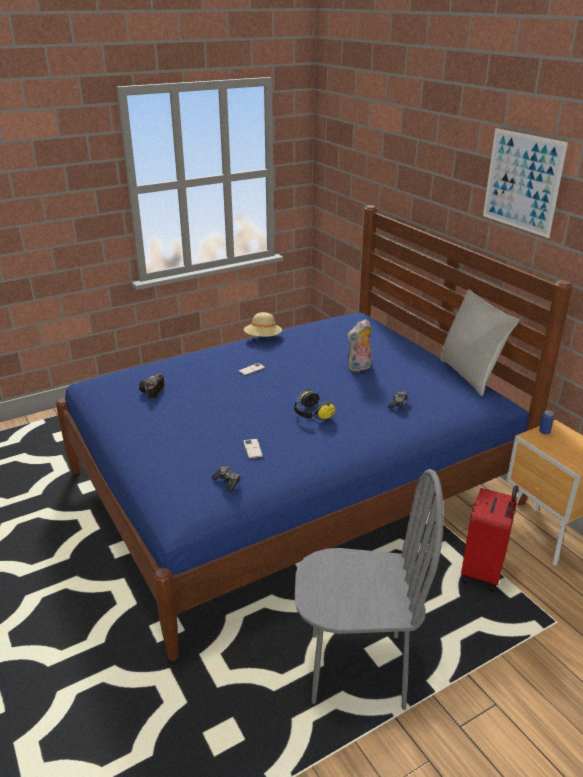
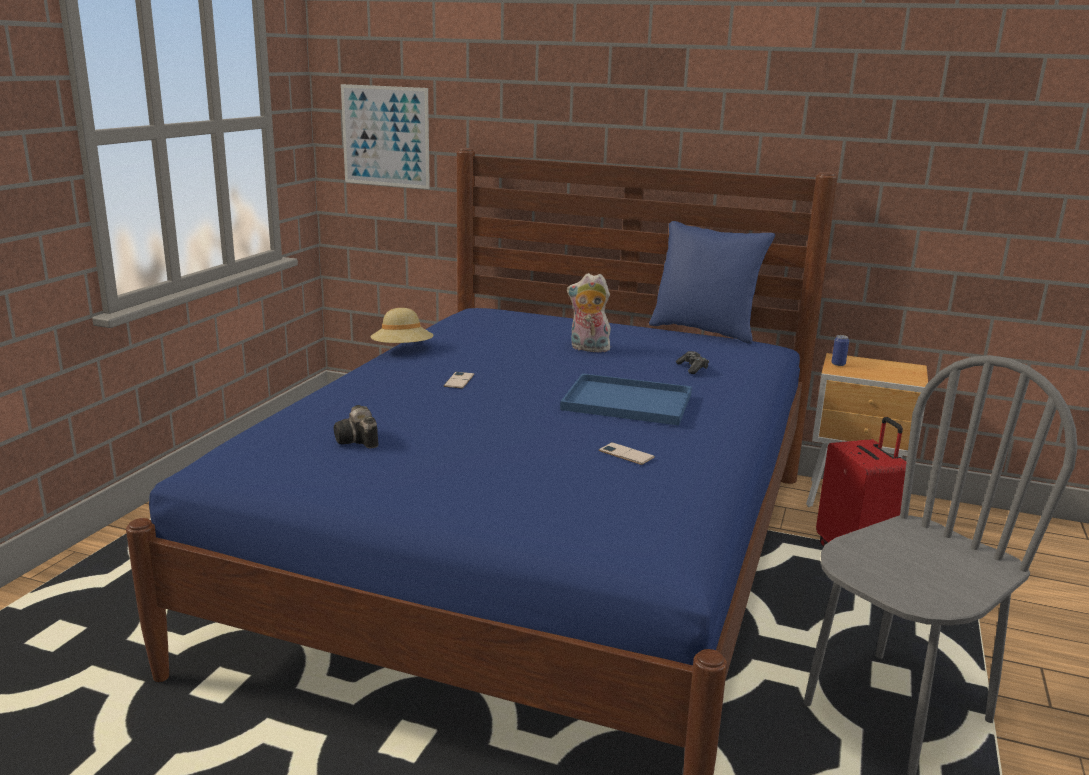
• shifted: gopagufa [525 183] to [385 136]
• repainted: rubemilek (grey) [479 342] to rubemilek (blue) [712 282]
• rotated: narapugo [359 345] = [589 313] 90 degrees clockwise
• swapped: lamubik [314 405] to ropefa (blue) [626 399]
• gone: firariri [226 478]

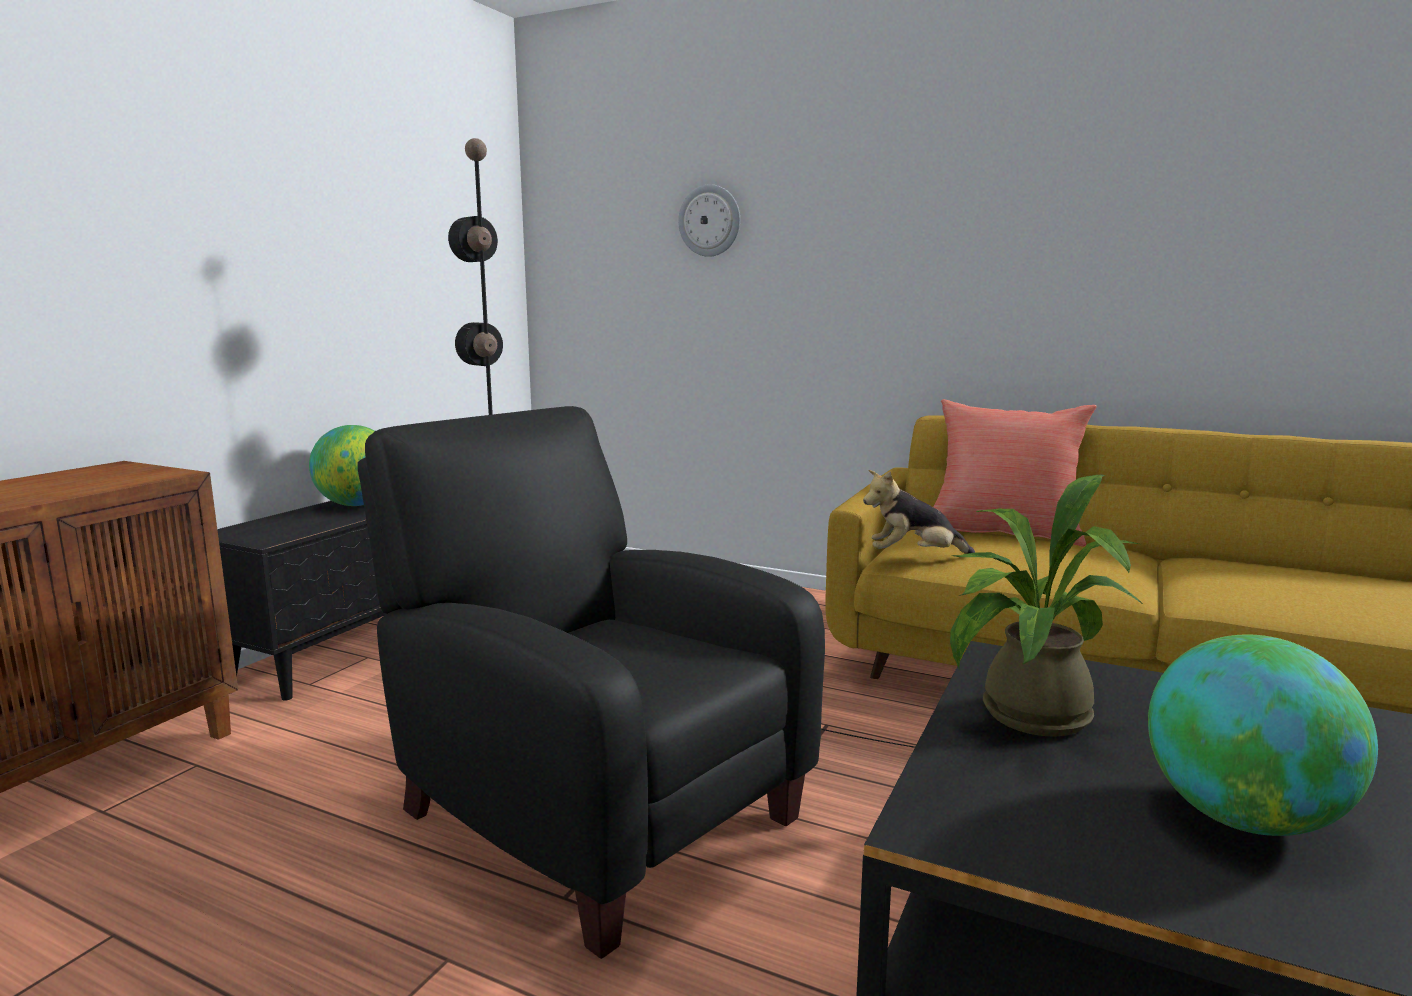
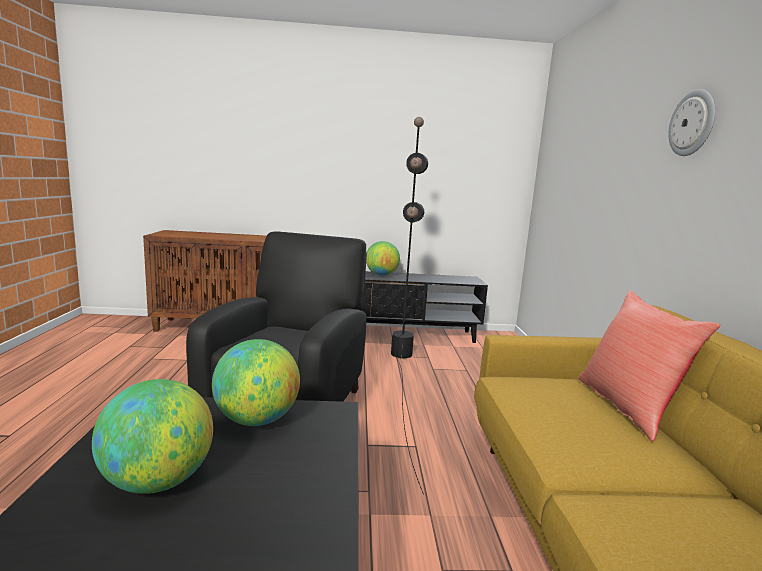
• shifted: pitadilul [709 220] to [691 122]
• gone: narapugo [919 512]
• swapped: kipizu [1046 606] to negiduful [256 382]

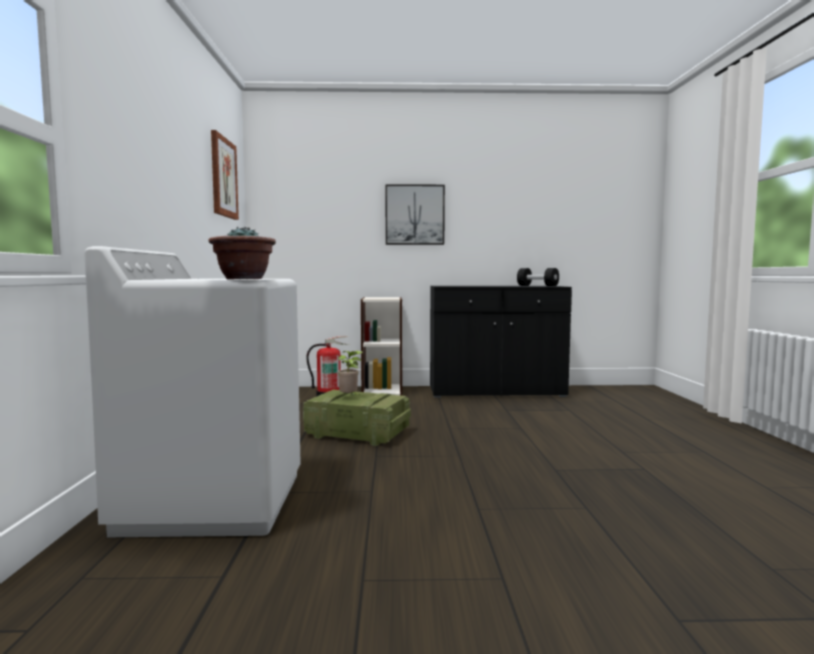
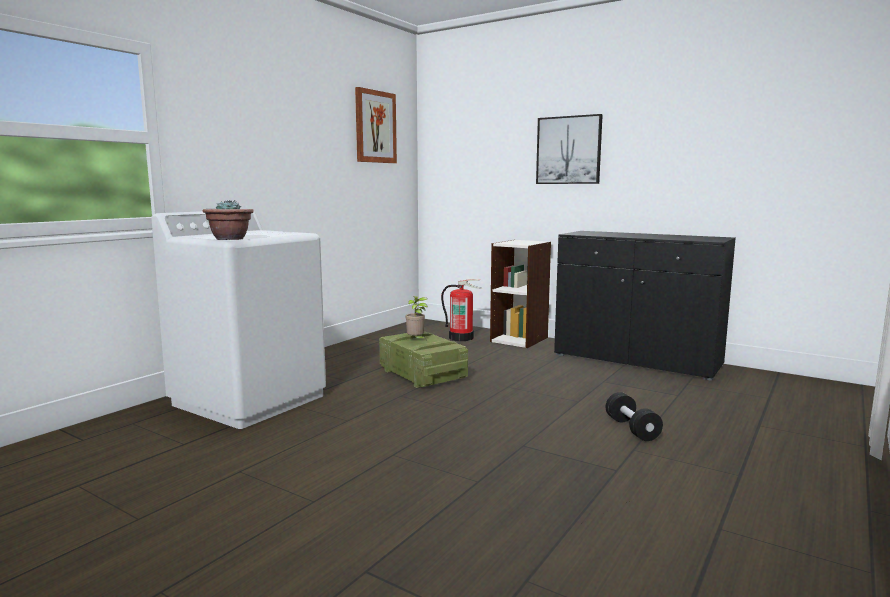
• shifted: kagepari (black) [538 277] to [634 416]

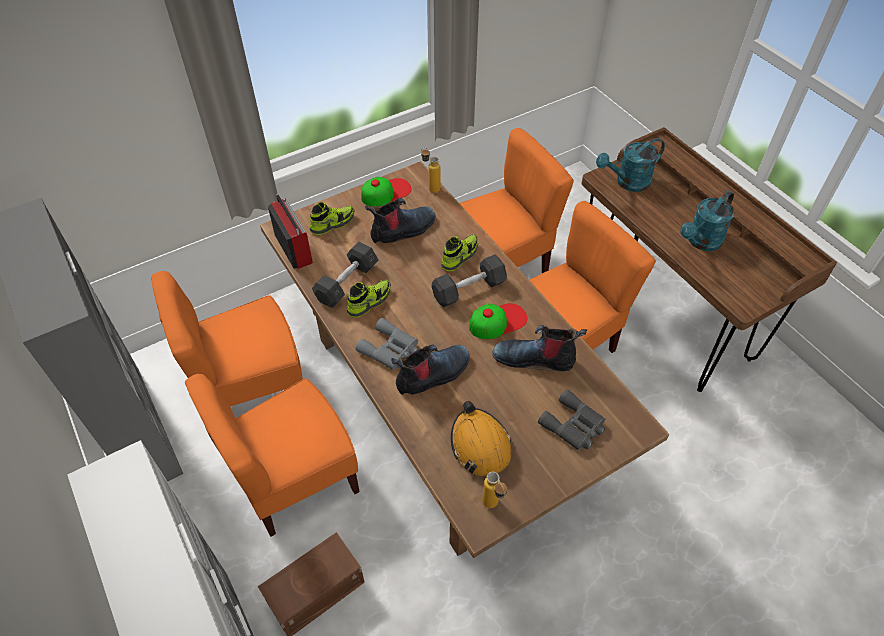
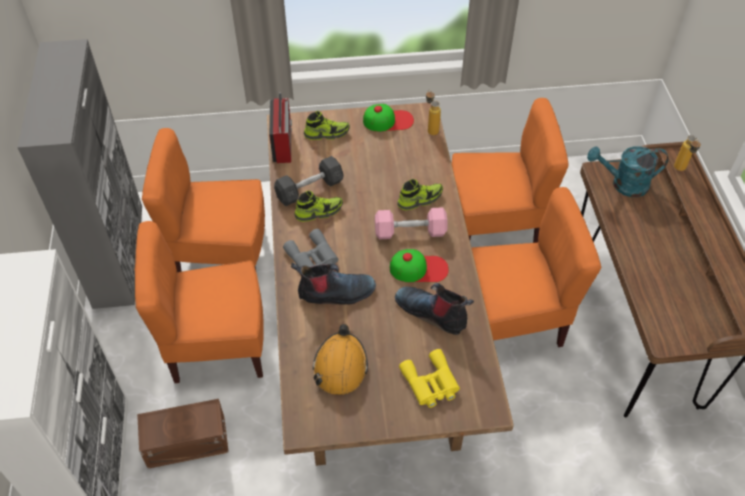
• gone: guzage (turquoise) [707 221]
• gone: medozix [400 221]
• repainted: kagepari (grey) [469 280] to kagepari (pink) [411 223]
• repainted: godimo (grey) [571 419] to godimo (yellow) [429 378]
• shifted: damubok [494 490] to [687 153]

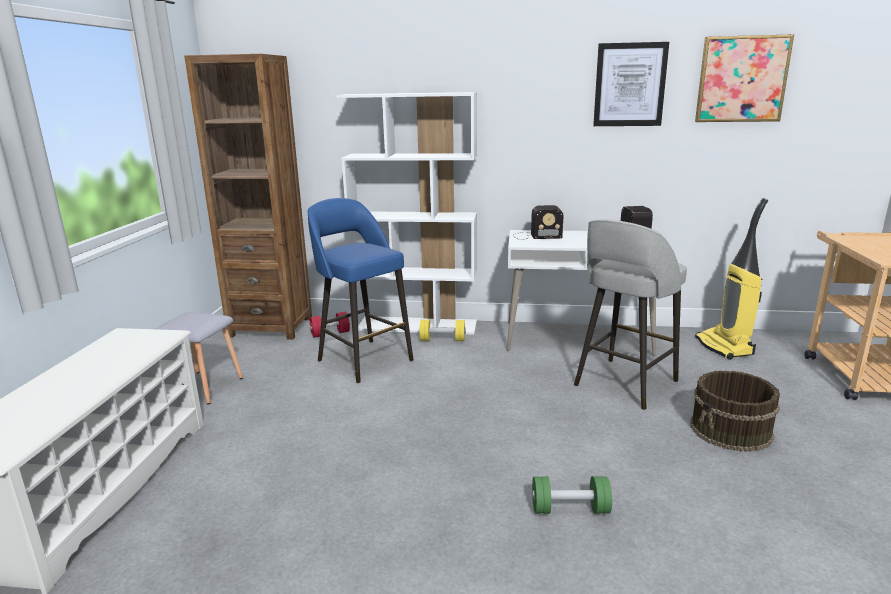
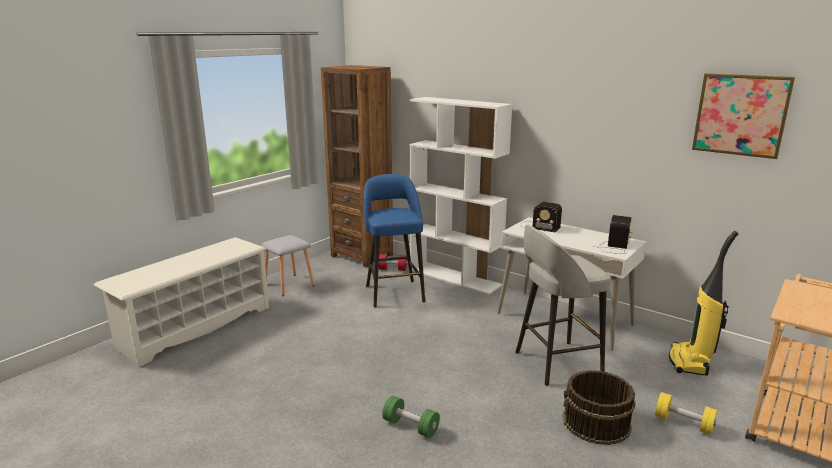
• gone: gopagufa [631 84]
• shifted: kagepari (yellow) [442 330] to [686 413]

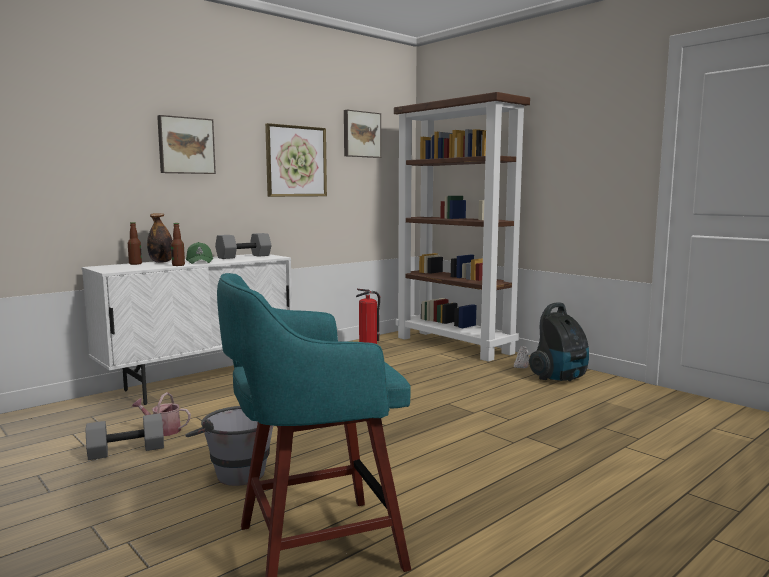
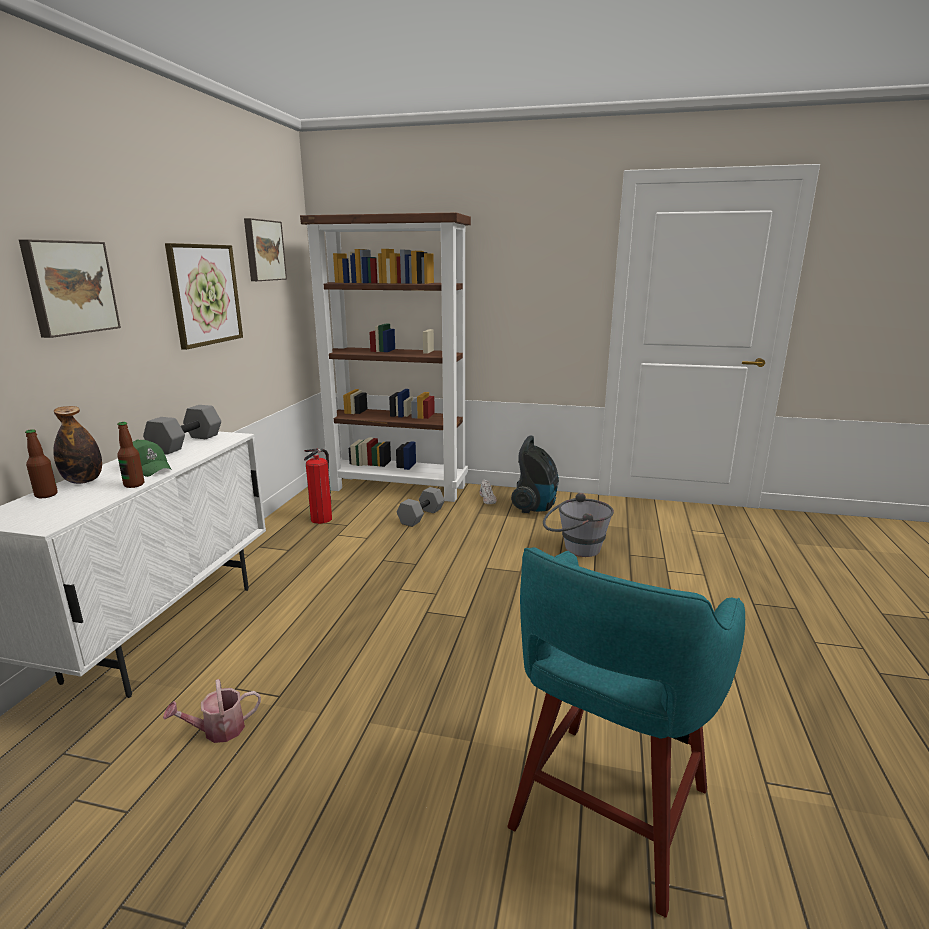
• shifted: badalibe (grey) [229 446] to [578 525]
• shifted: kagepari (grey) [124 436] to [421 507]

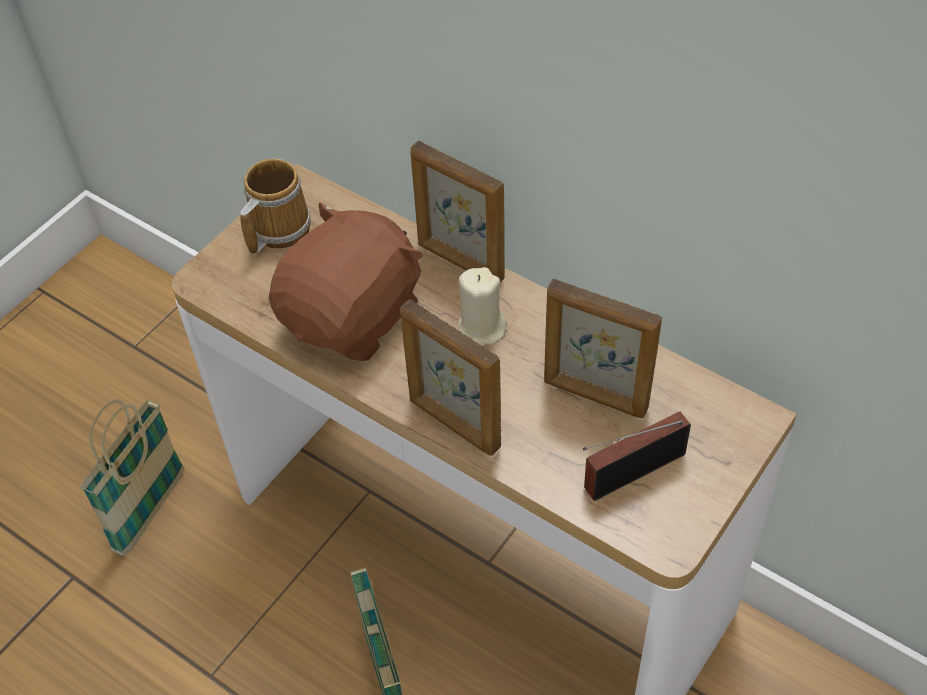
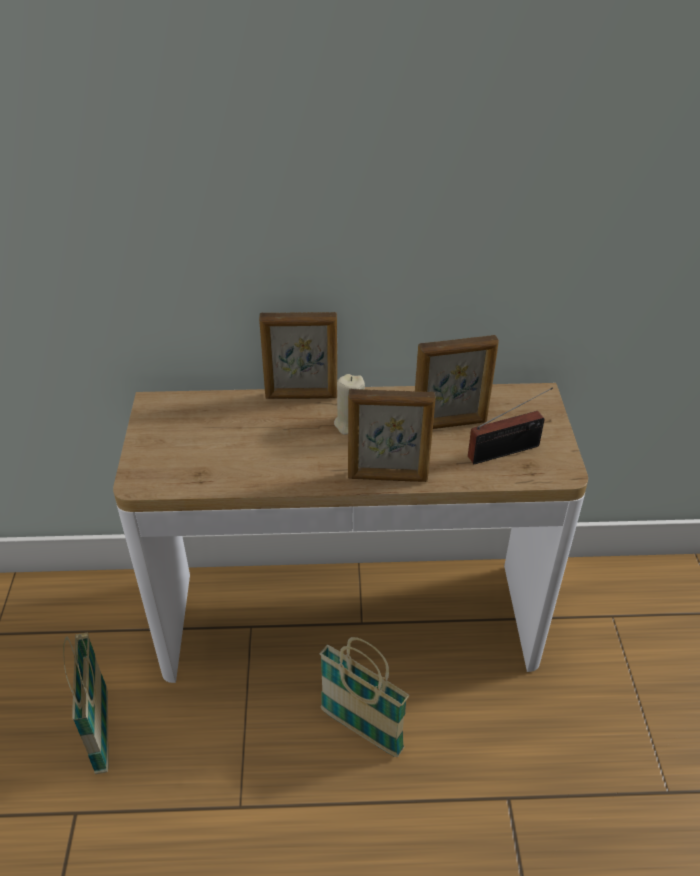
• gone: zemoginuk [275 206]
• gone: narapugo (brown) [346 282]
• rotated: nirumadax [637 456] = [510 425] 135 degrees counterclockwise

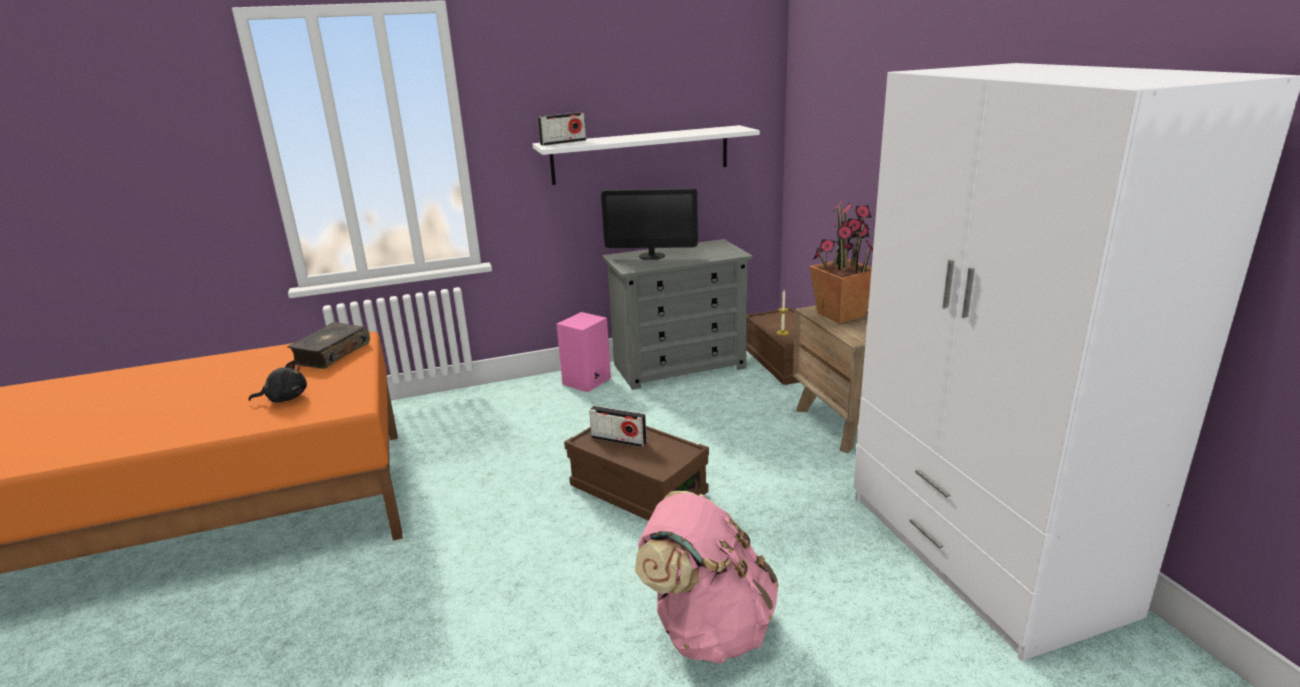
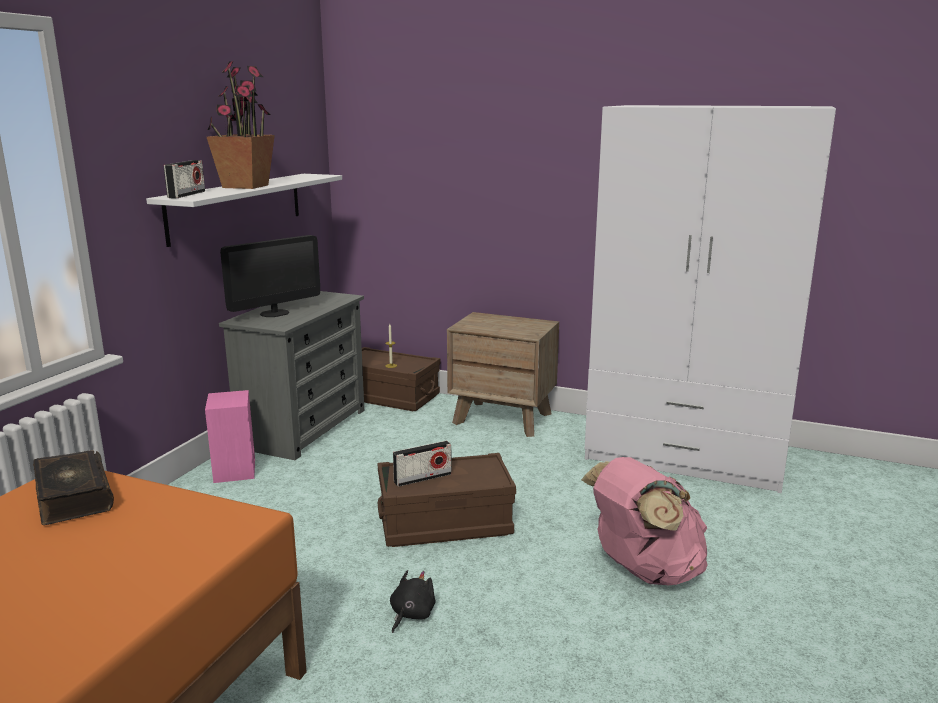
• shifted: kipizu [841 261] to [241 125]
• shifted: narapugo (black) [277 381] to [413 601]

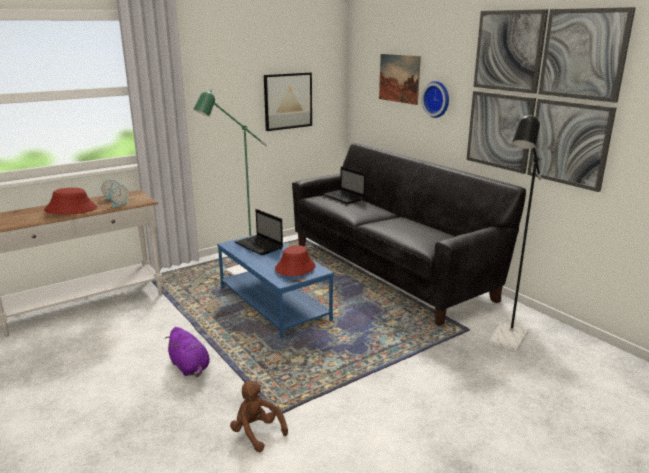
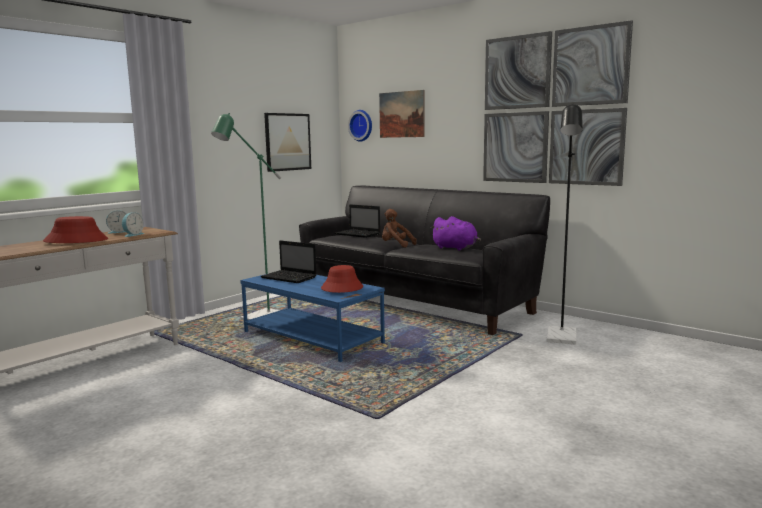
• shifted: pitadilul [435 99] to [360 126]
• shifted: narapugo (purple) [187 352] to [455 233]
• shifted: narapugo (brown) [259 416] to [399 228]

